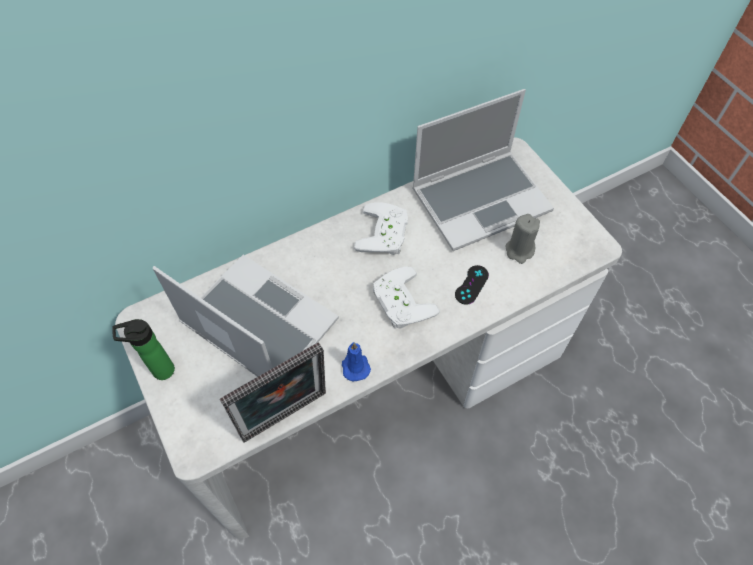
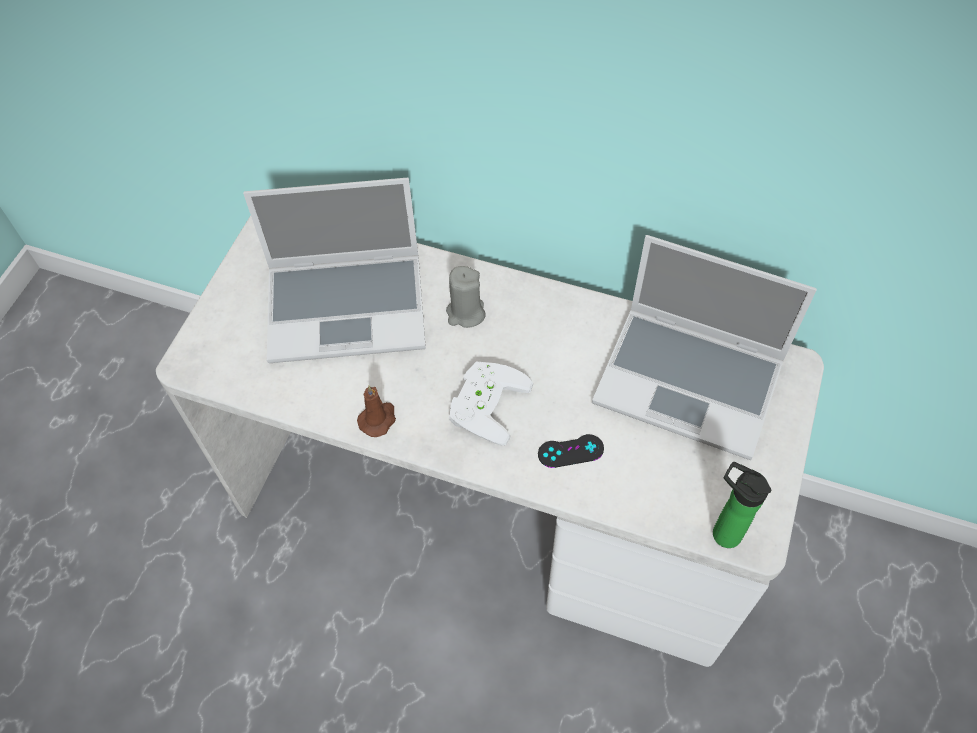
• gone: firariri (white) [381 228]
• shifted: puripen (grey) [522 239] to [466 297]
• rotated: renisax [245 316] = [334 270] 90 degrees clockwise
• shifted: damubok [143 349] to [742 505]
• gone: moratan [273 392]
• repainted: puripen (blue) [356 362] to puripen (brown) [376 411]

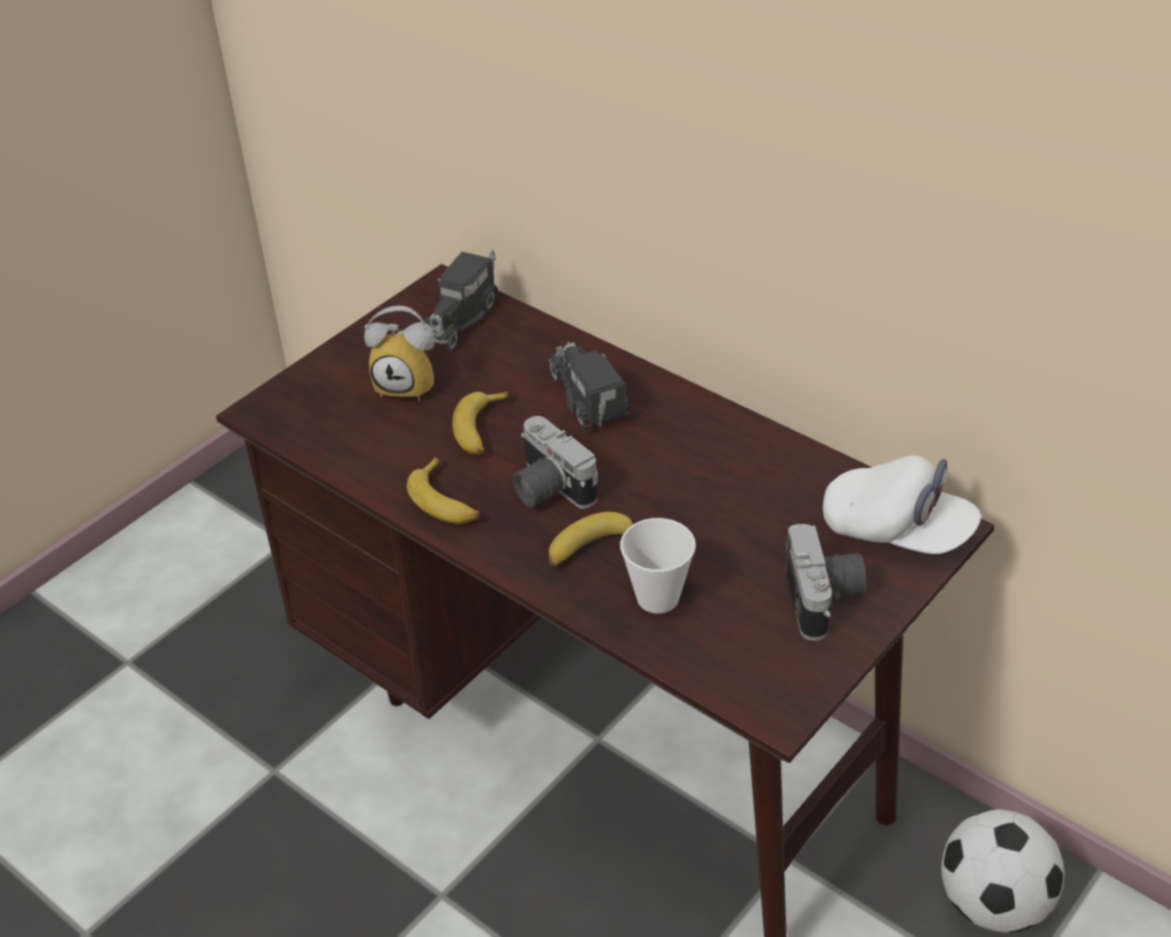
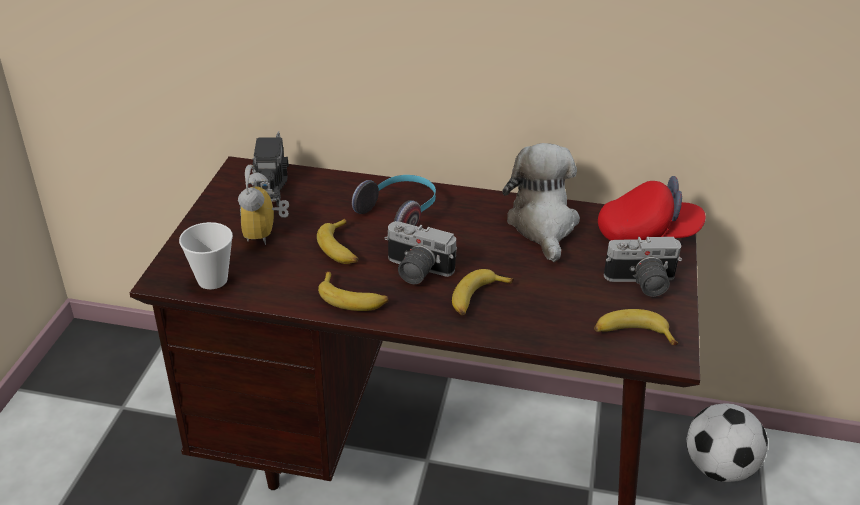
• rotated: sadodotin [399 353] = [263 205] 105 degrees clockwise
• swapped: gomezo [589 387] to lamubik [394 200]
• repainted: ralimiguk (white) [902 504] to ralimiguk (red) [652 208]
• shifted: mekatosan [658 566] to [206 255]
• rotated: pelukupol [825 582] = [643 267] 120 degrees clockwise
• new: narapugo [541 202]
• new: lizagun [636 327]

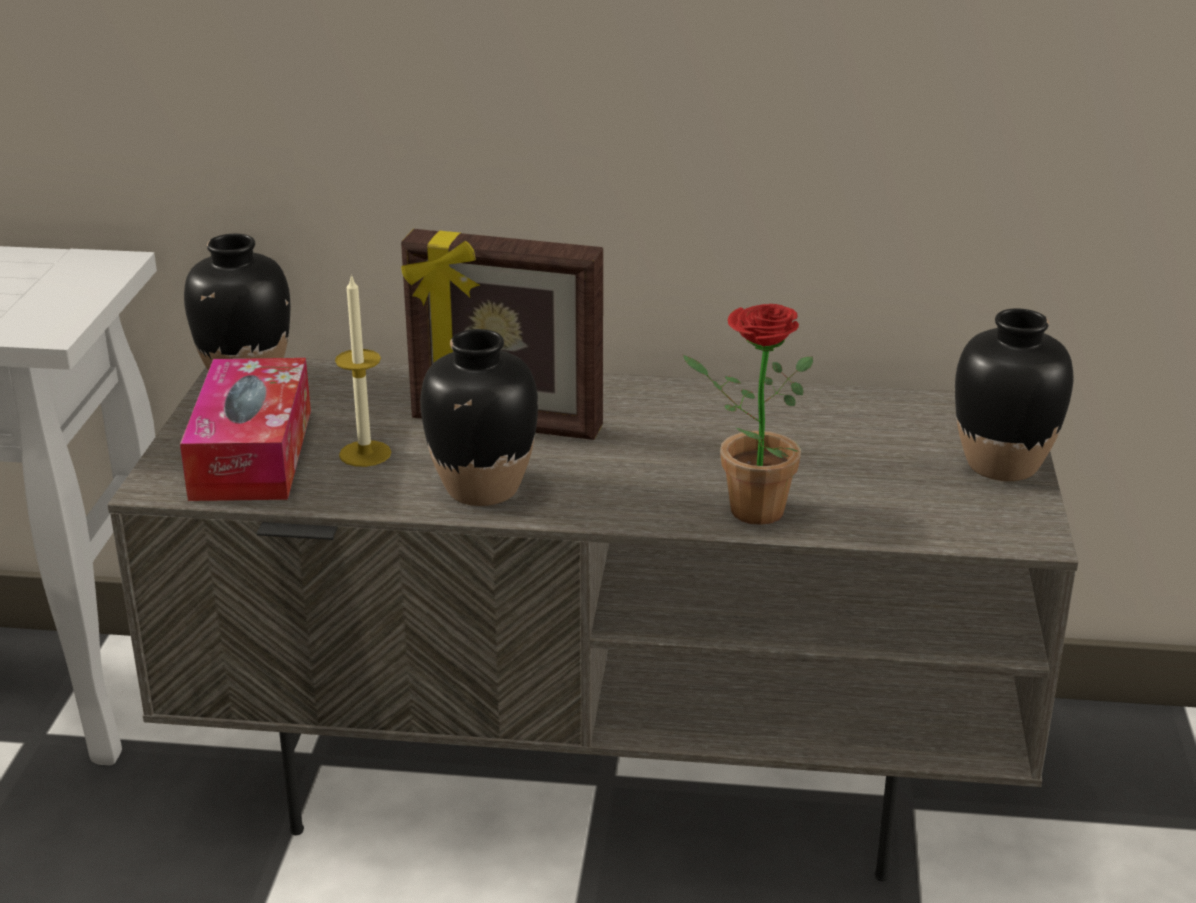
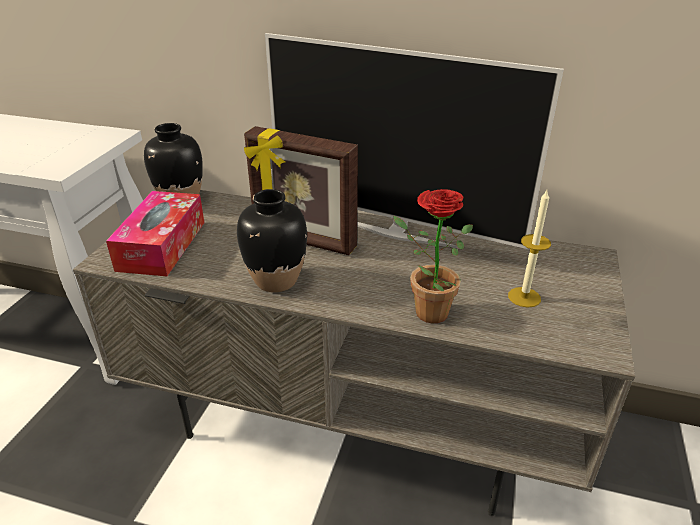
• shifted: puripen [363 370] to [529 249]
• gone: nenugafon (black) [1014 394]
• new: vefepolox [414 141]

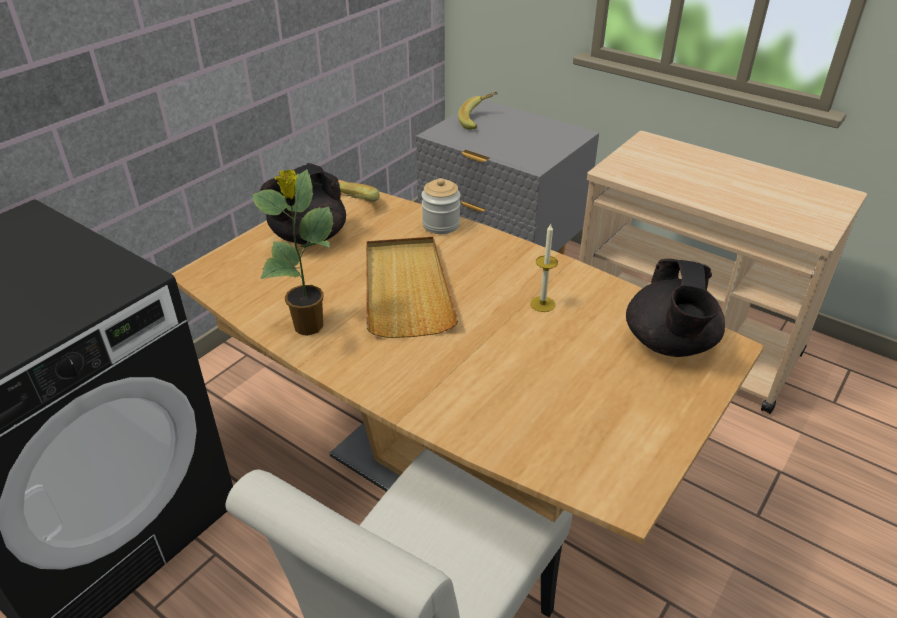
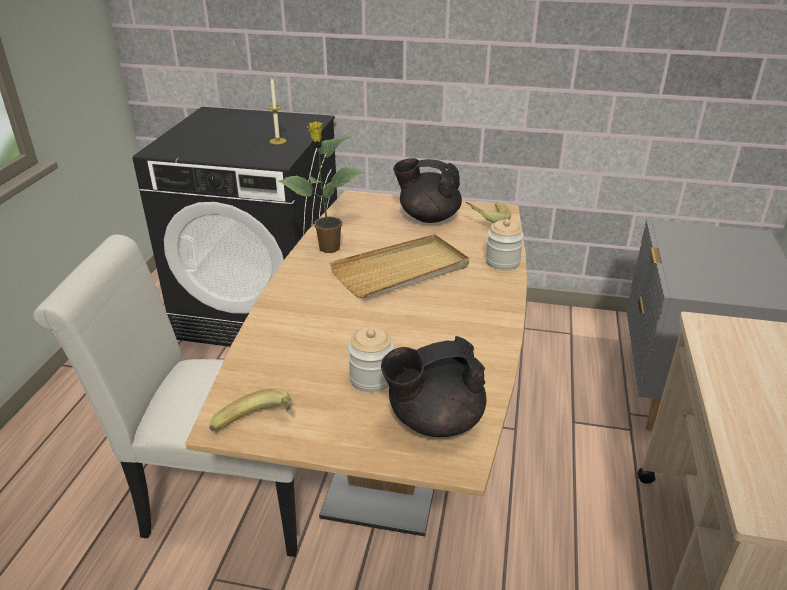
• shifted: lizagun [477 111] to [250 409]
• shifted: puripen [544 268] to [276 111]
• new: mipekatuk [371 359]

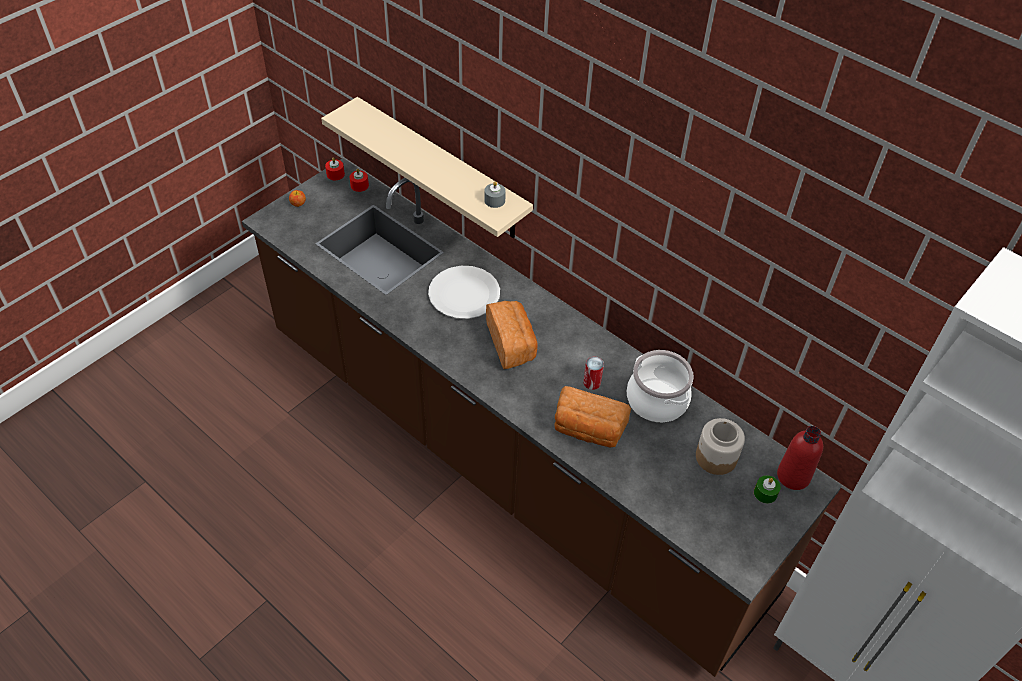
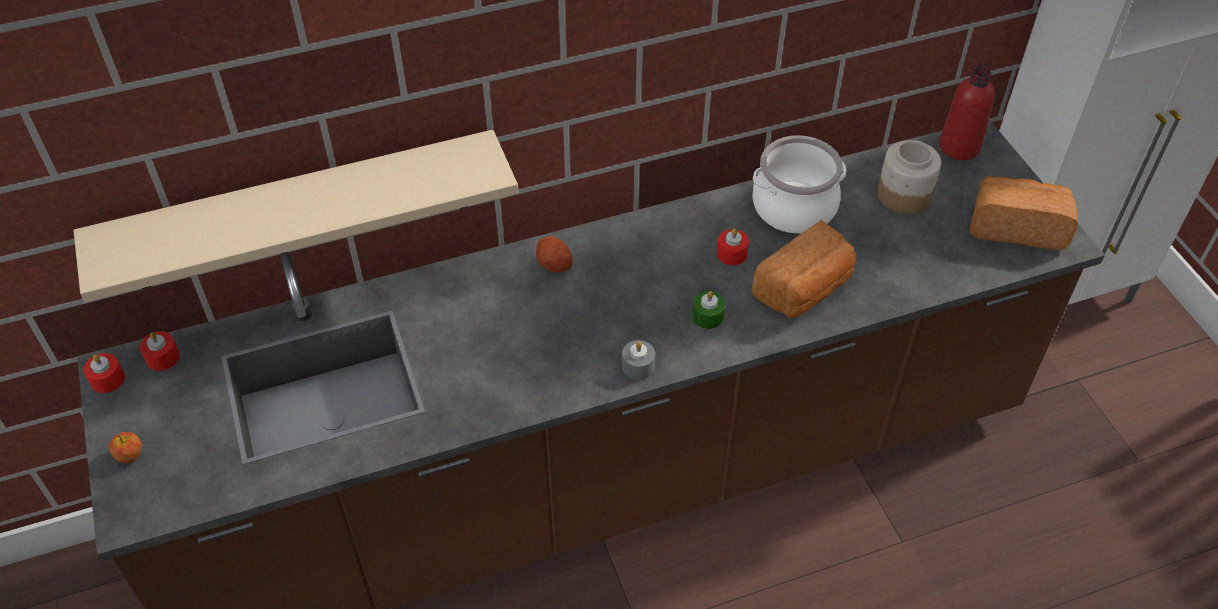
• shifted: puripen (grey) [495 194] to [638 360]
• gone: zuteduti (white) [464 292]
• shifted: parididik [512 335] to [1024 213]
• swapped: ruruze [593 373] to puripen (red) [733 246]
• shifted: puripen (green) [767 489] to [708 310]
• new: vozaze [554 254]

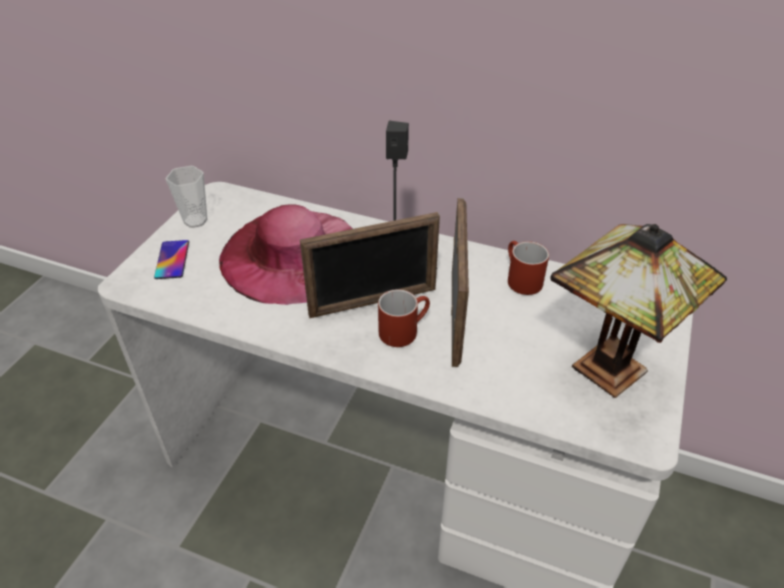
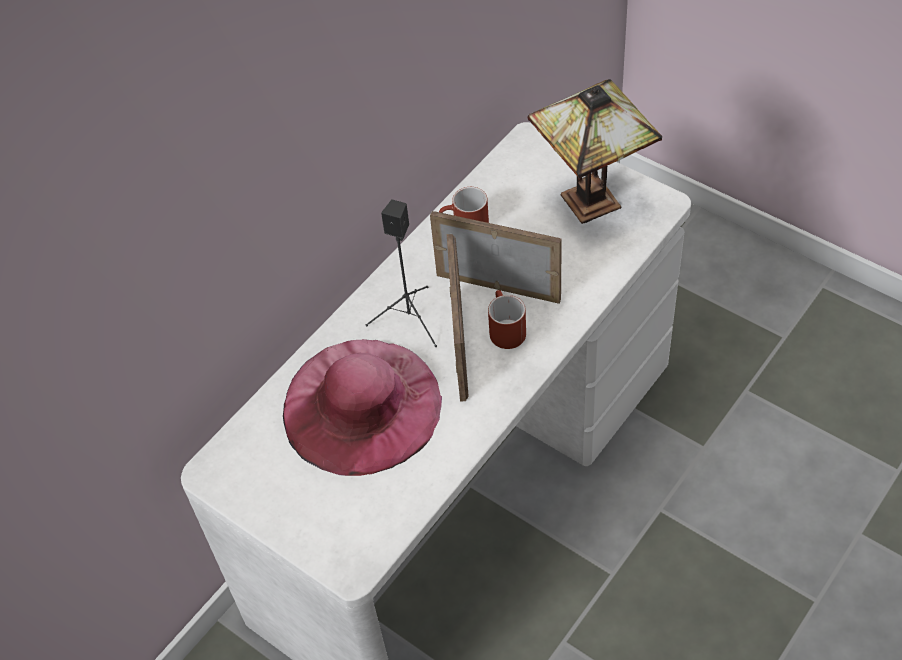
• gone: mekatosan [186 197]
• gone: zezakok [171 259]

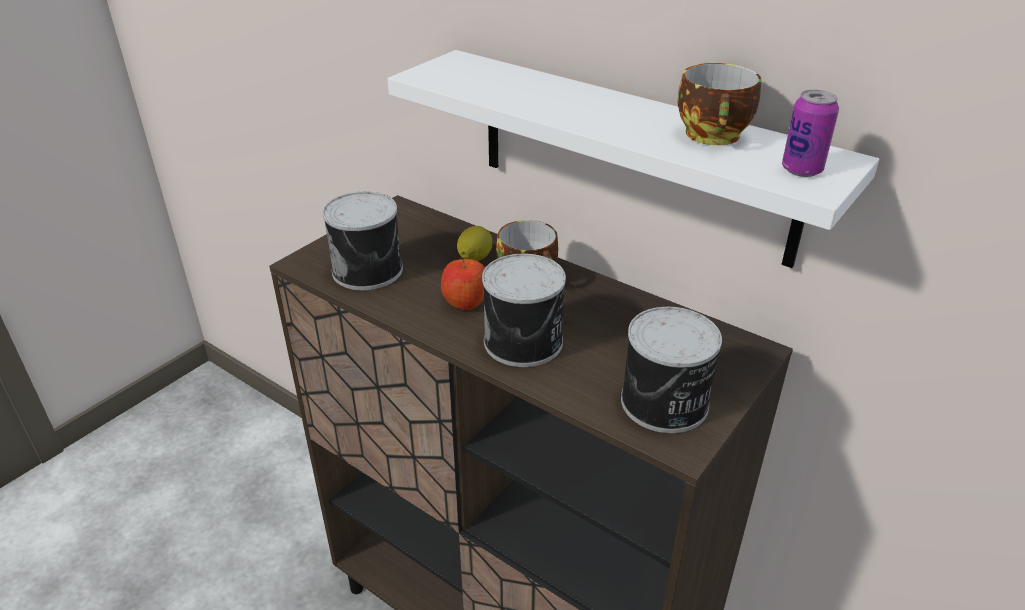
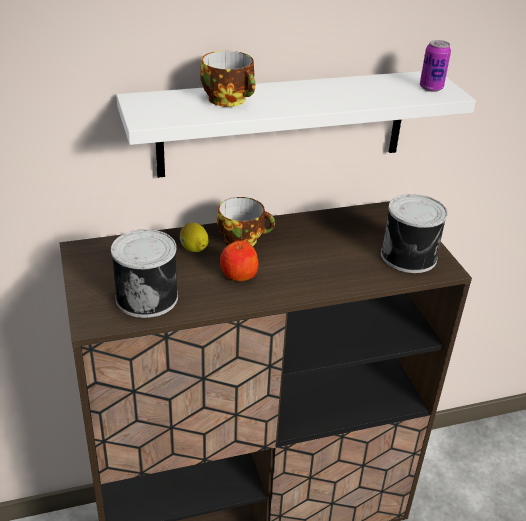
• shifted: mekatosan [719 104] to [227 79]
• gone: ruruze [524 310]

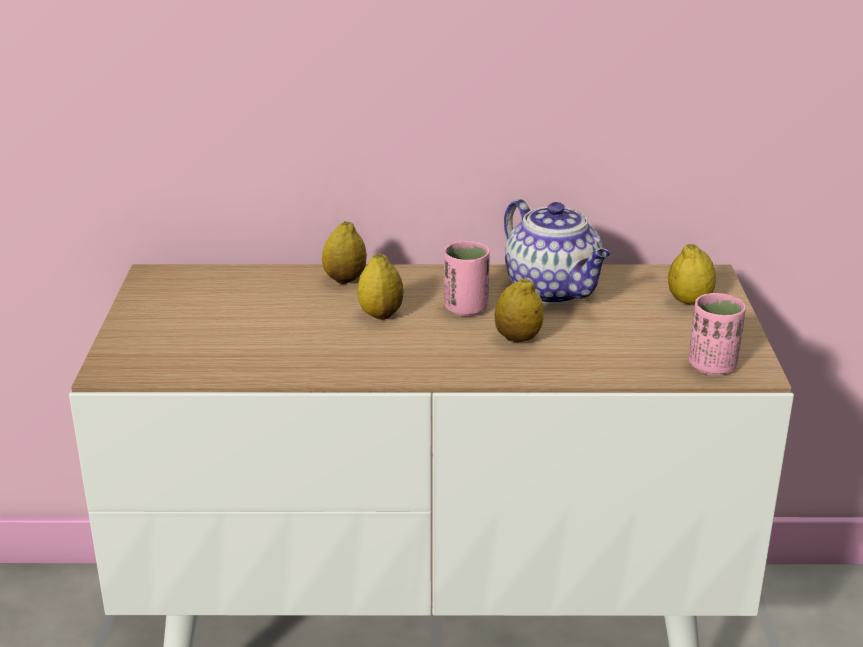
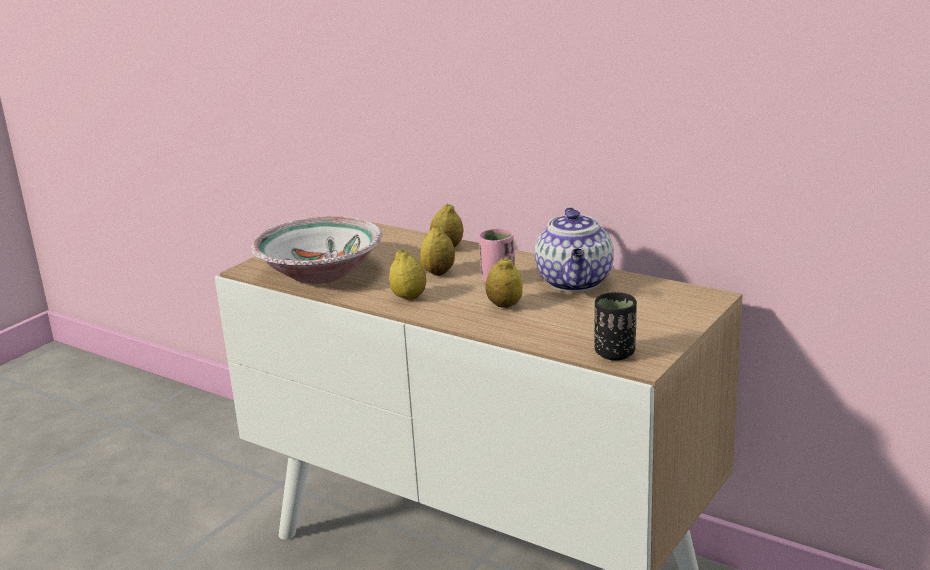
• shifted: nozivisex [692 274] to [407 275]
• repainted: mekatosan (pink) [717 334] to mekatosan (black) [615 326]
• new: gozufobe [317 250]

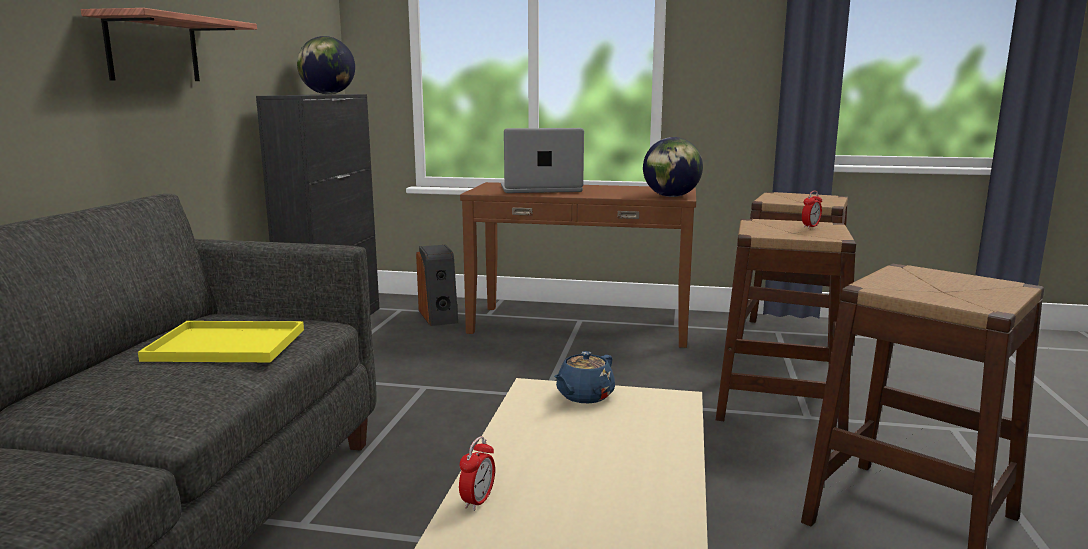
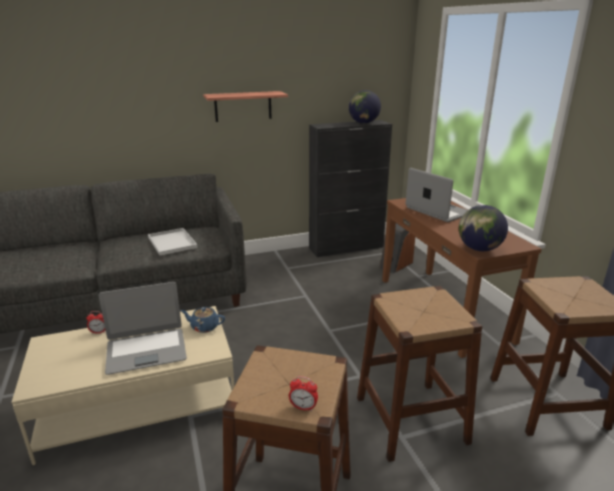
• shifted: sadodotin [812 209] to [303 394]
• repainted: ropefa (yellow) [221 341] to ropefa (white) [173 241]
• new: renisax [143 328]

